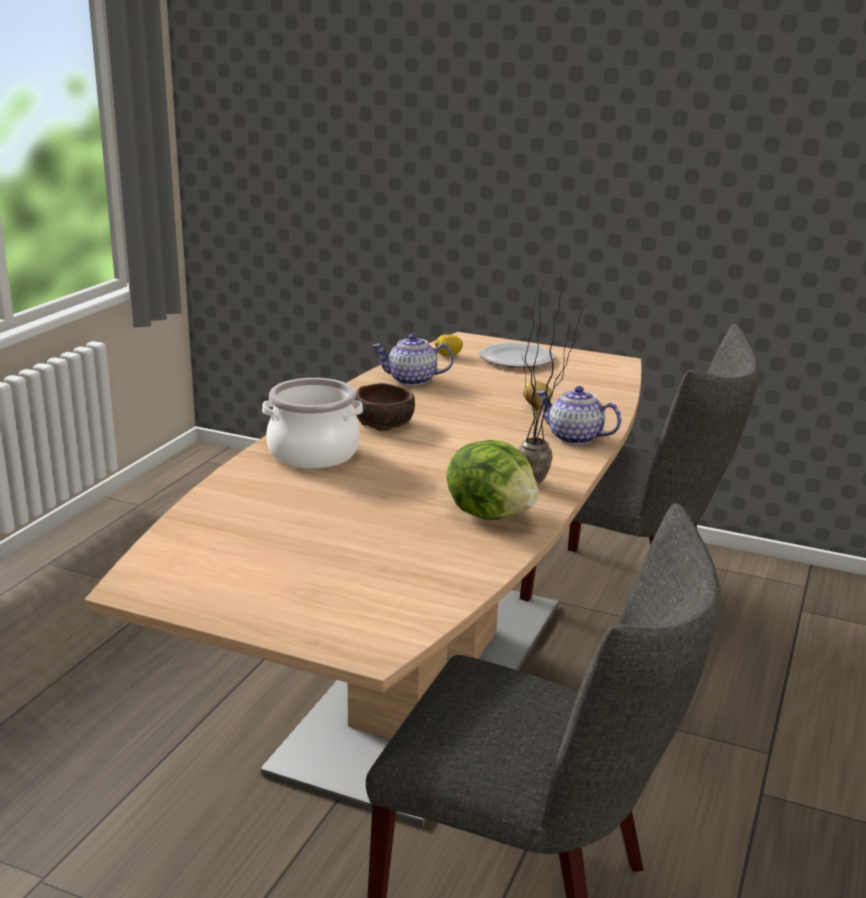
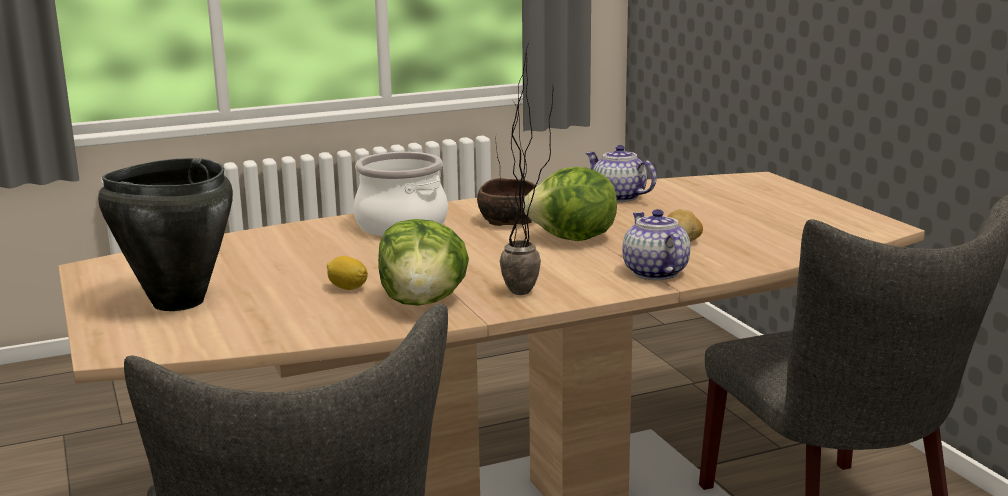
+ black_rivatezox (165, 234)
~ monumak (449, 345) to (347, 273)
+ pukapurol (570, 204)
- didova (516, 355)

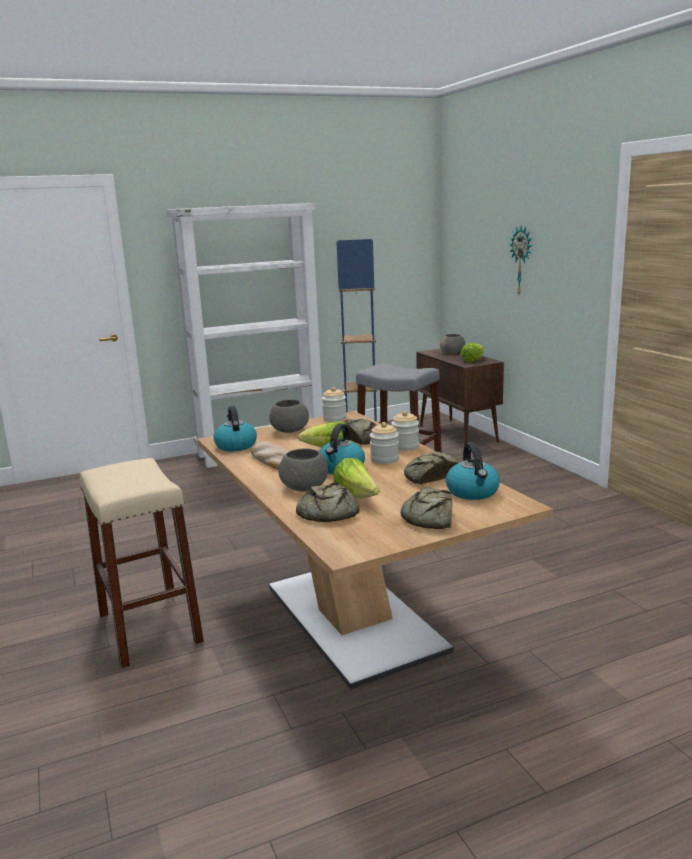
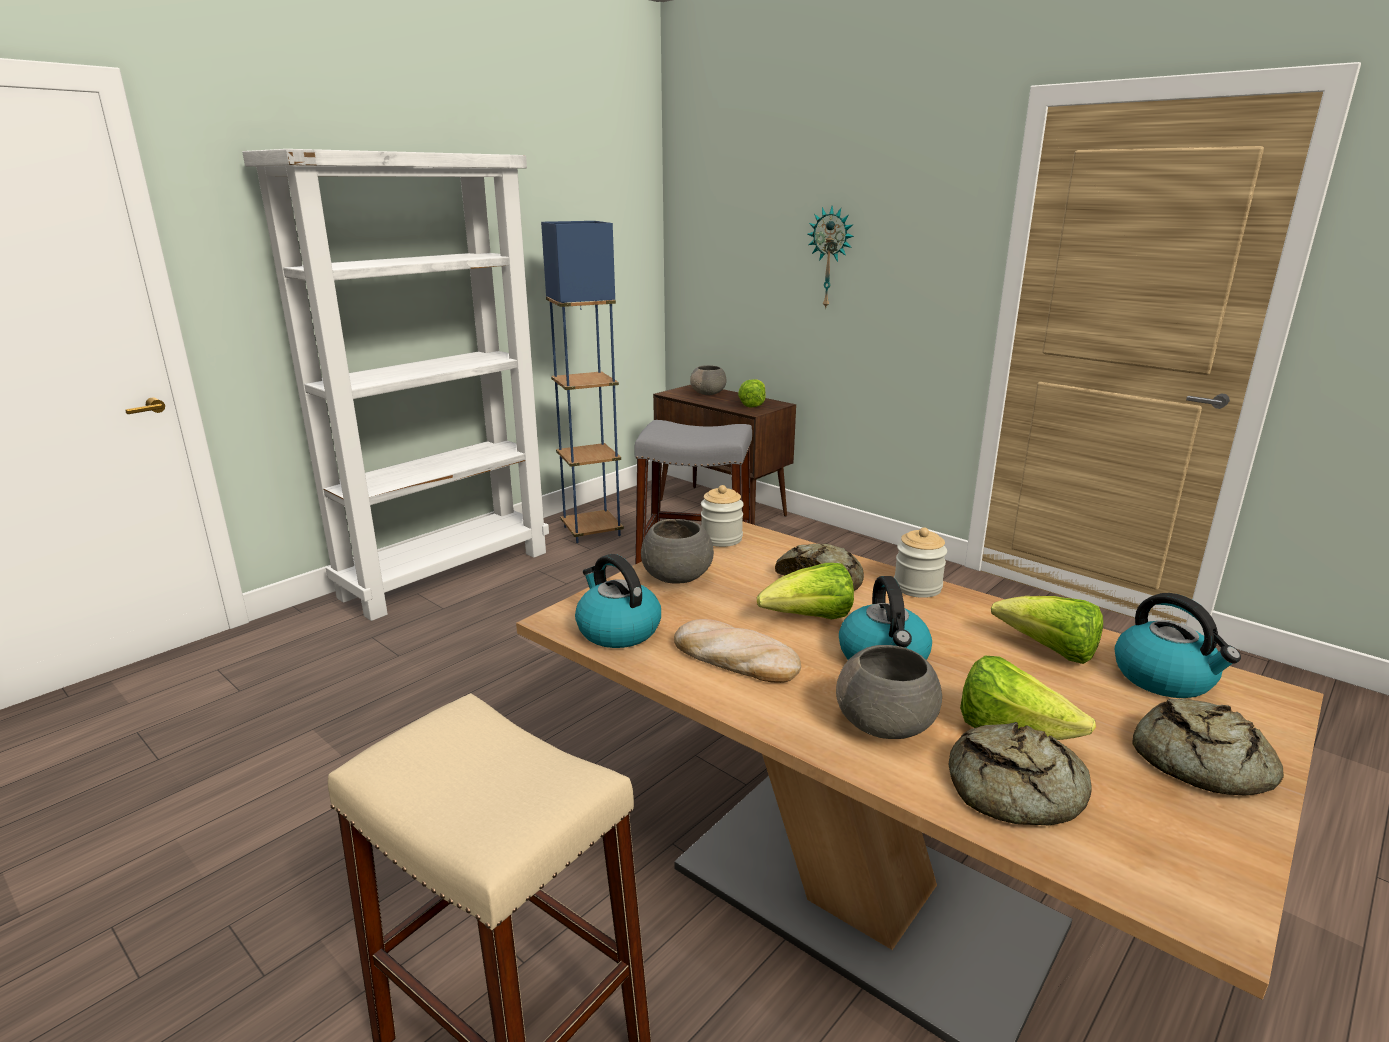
~ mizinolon (431, 468) to pukapurol (1047, 630)
- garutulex (384, 443)

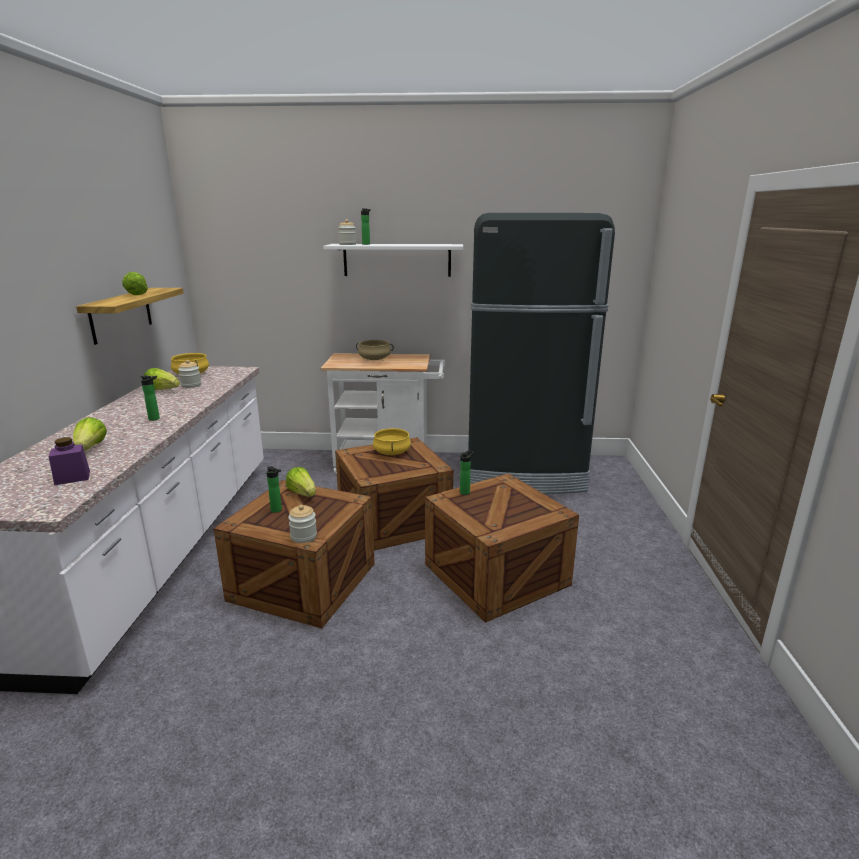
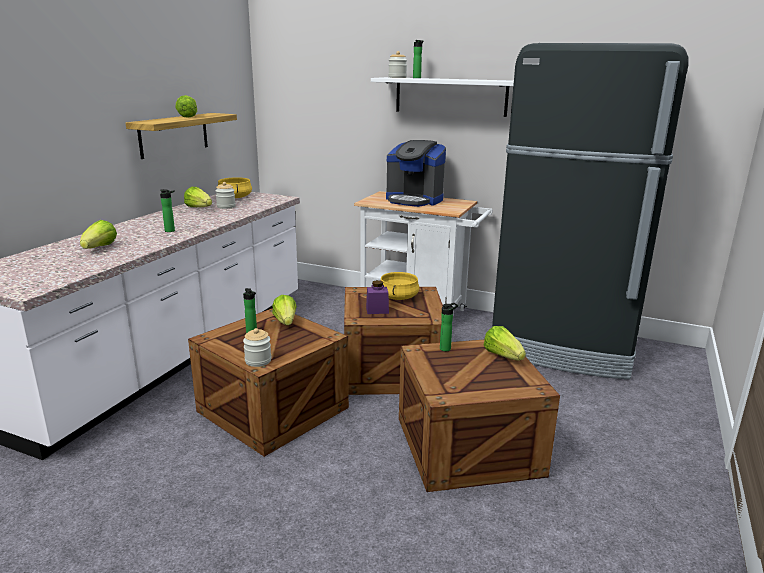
~ purple_garutulex (69, 461) to (377, 297)
~ beige_rivatezox (375, 350) to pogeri (416, 173)
+ pukapurol (505, 343)

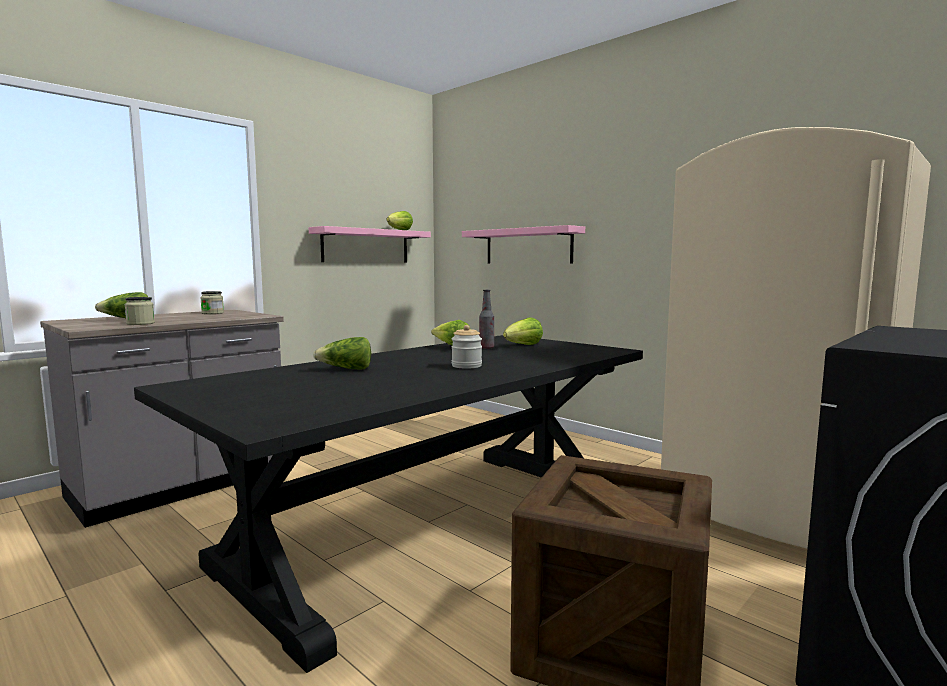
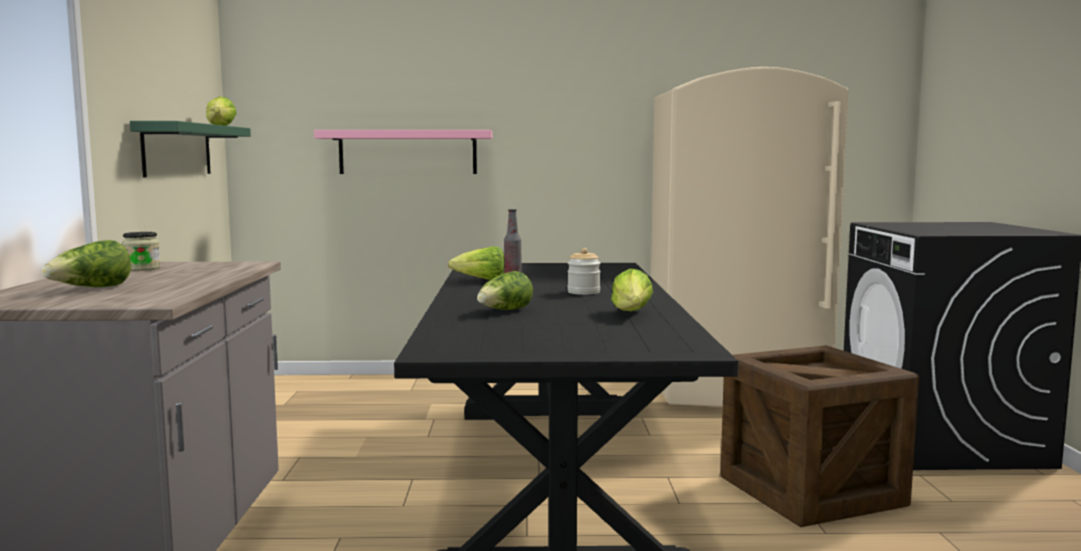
~ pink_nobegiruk (370, 244) to green_nobegiruk (190, 149)
~ pukapurol (523, 331) to (632, 289)
- garutulex (140, 311)

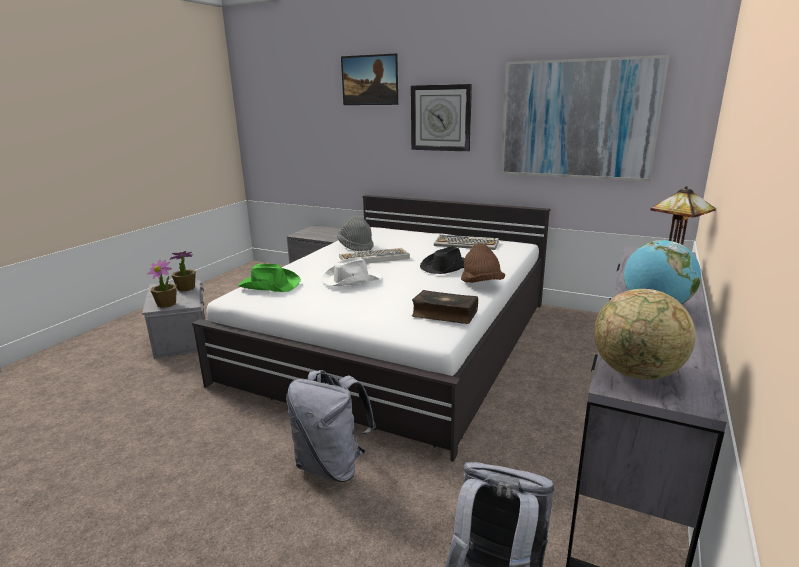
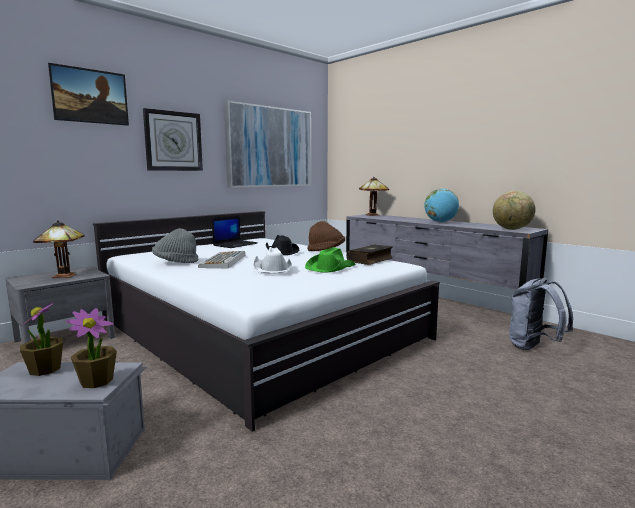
+ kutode (59, 249)
~ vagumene (466, 242) to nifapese (235, 231)
~ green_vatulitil (269, 278) to (330, 260)
- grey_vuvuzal (331, 426)

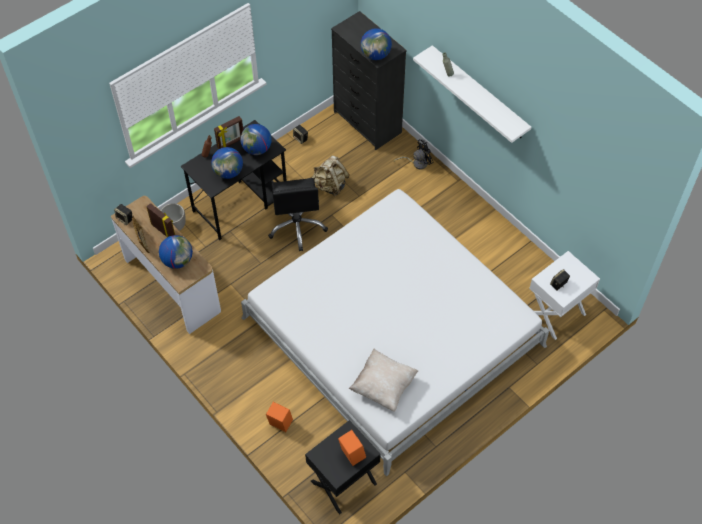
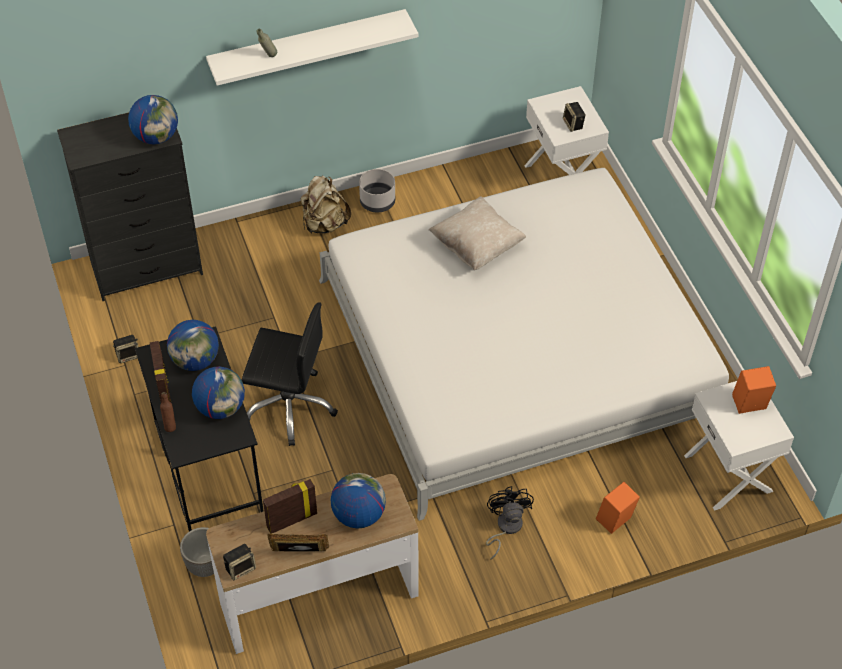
~ beige_vuvuzal (331, 176) to (326, 204)
+ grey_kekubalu (377, 190)
~ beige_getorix (383, 380) to (477, 233)
~ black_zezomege (414, 155) to (510, 523)
~ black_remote (343, 467) to white_remote (739, 446)

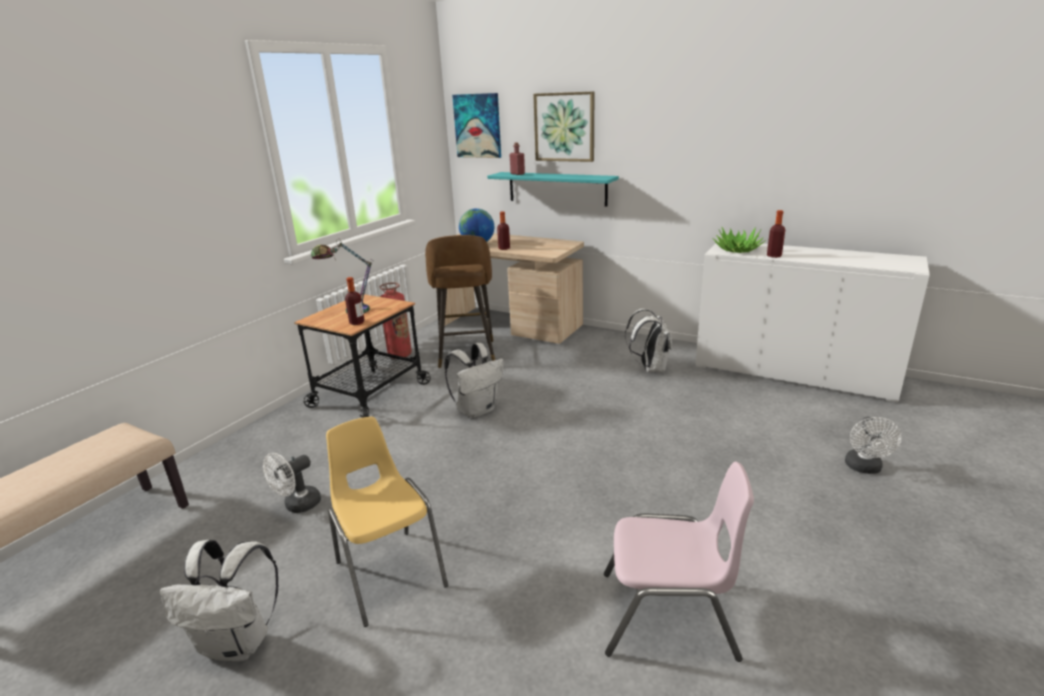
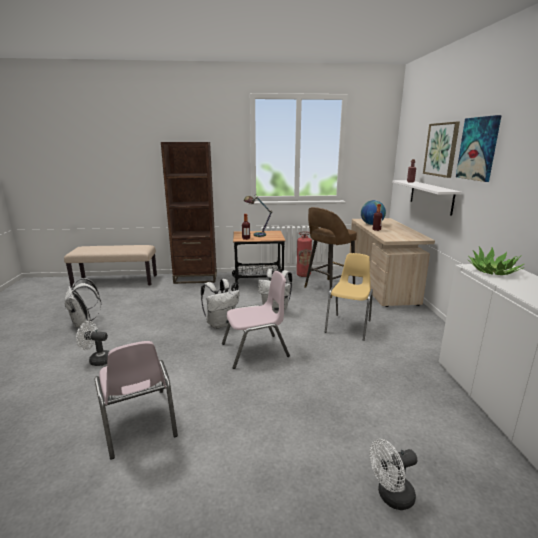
~ white_zezomege (292, 483) to (92, 343)
+ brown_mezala (189, 213)
~ white_vuvuzal (648, 341) to (220, 304)
+ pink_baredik (256, 320)
~ yellow_baredik (387, 521) to (349, 297)
~ turquoise_nobegiruk (553, 189) to white_nobegiruk (426, 198)
~ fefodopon (476, 125) to (479, 148)
- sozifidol (776, 234)

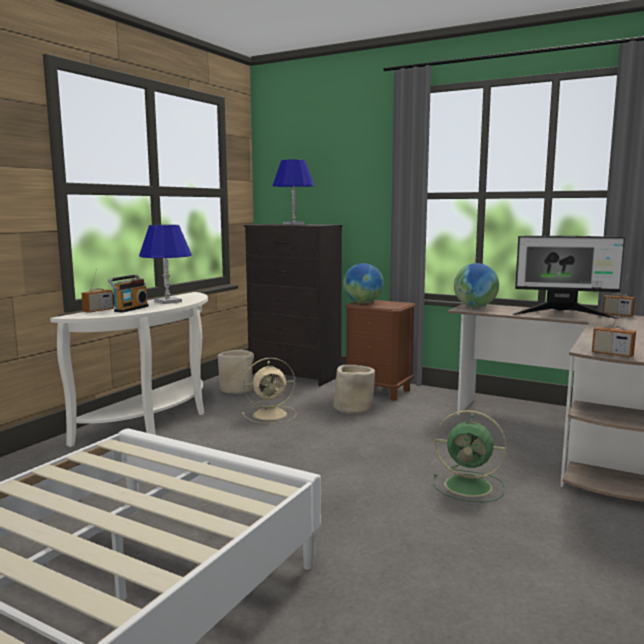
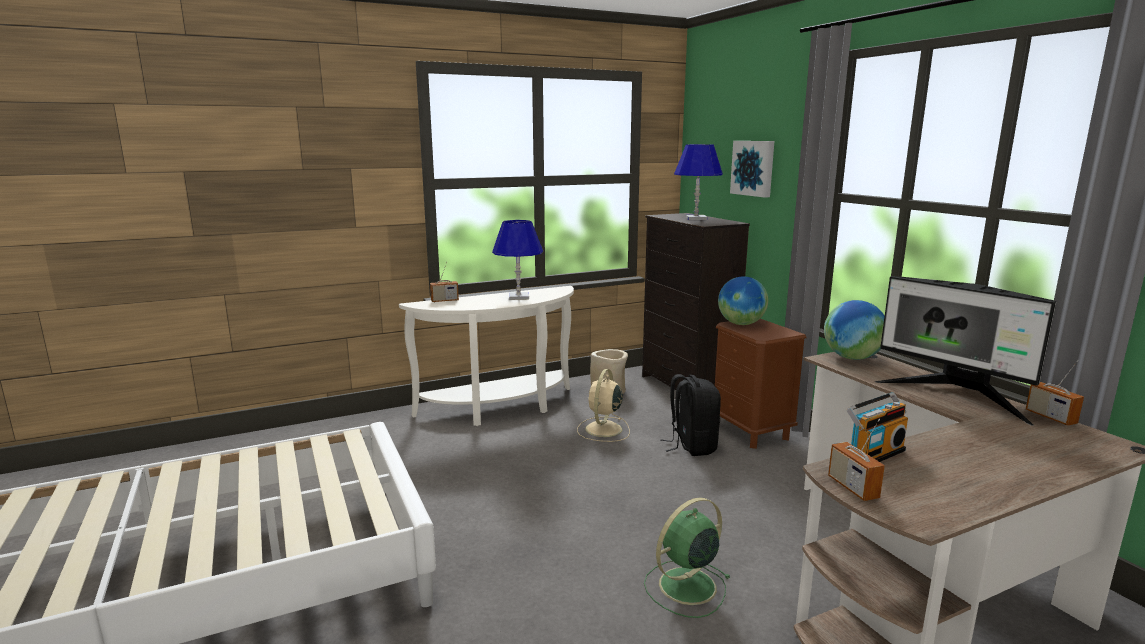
~ beige_zezomege (269, 390) = (603, 405) 90 degrees clockwise
~ green_zezomege (470, 456) = (687, 557) 90 degrees clockwise
~ beige_kekubalu (354, 389) to black_vuvuzal (690, 415)
+ fefodopon (752, 169)
~ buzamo (128, 293) to (877, 427)

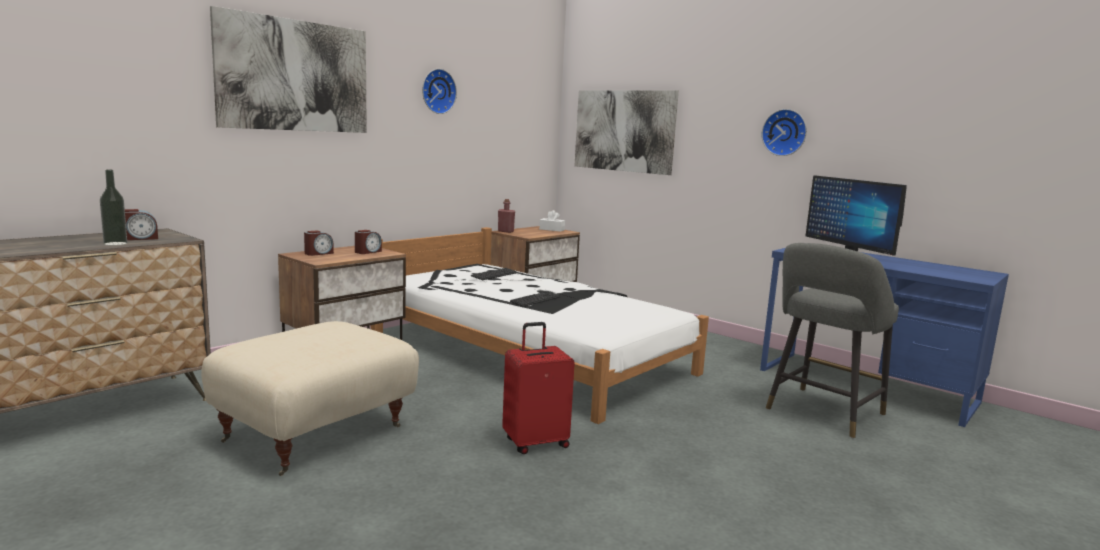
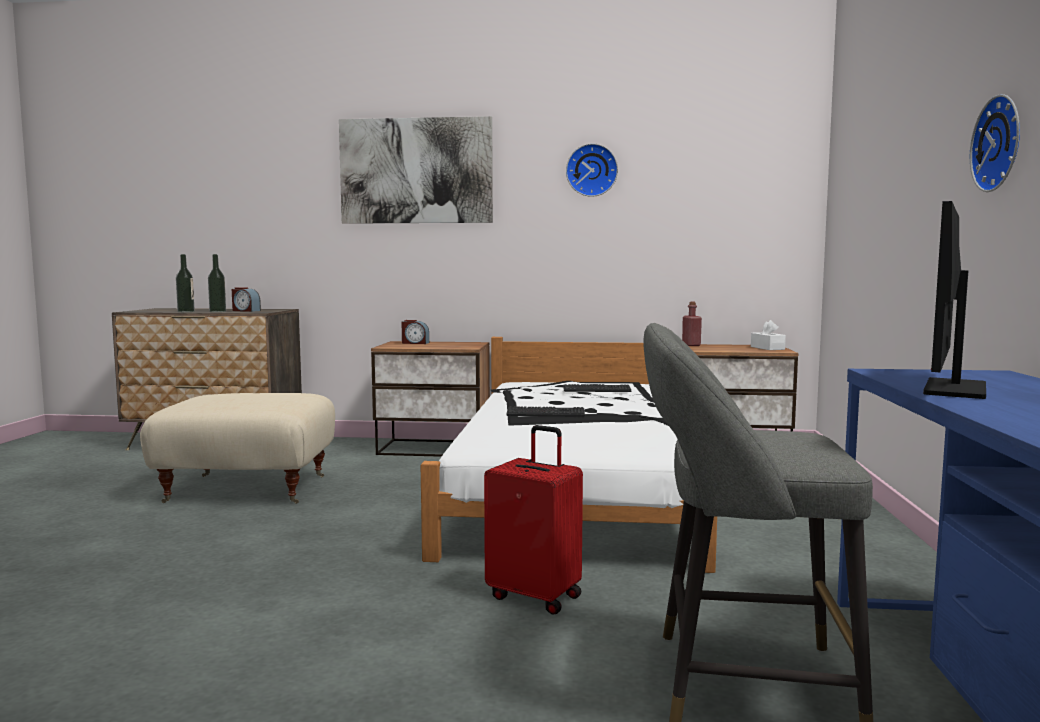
+ sozifidol (185, 283)
~ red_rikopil (538, 388) to (533, 520)
- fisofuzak (368, 242)
- fefodopon (627, 132)

